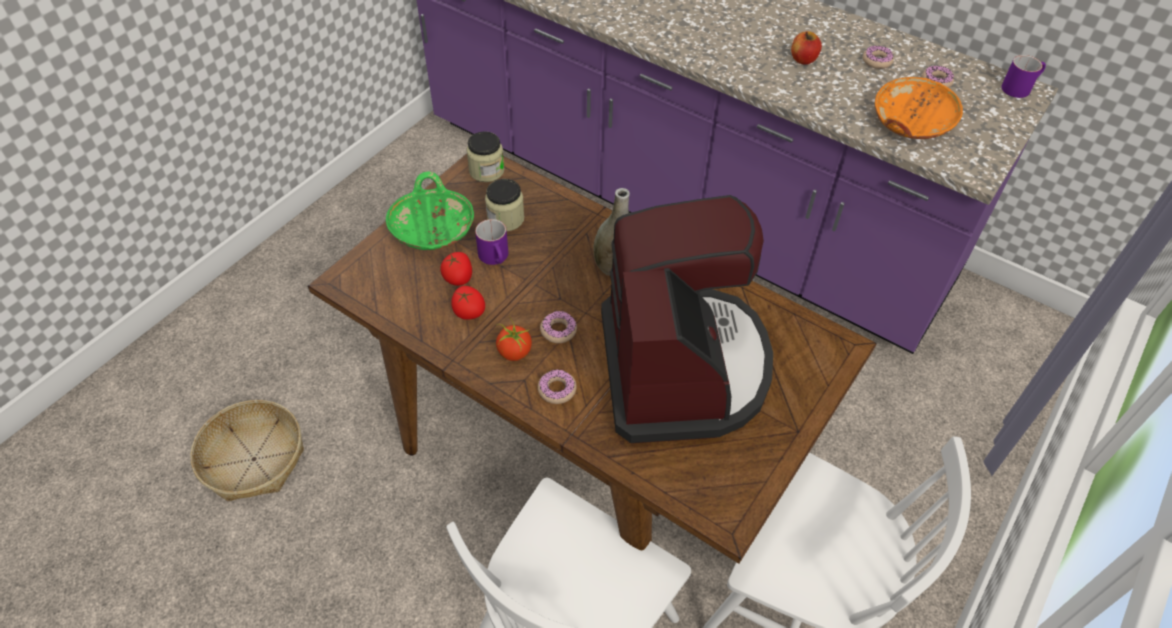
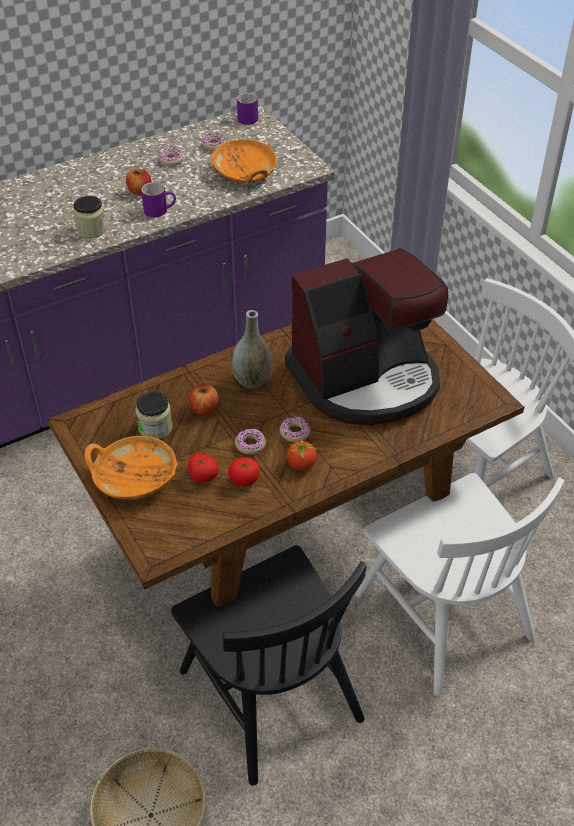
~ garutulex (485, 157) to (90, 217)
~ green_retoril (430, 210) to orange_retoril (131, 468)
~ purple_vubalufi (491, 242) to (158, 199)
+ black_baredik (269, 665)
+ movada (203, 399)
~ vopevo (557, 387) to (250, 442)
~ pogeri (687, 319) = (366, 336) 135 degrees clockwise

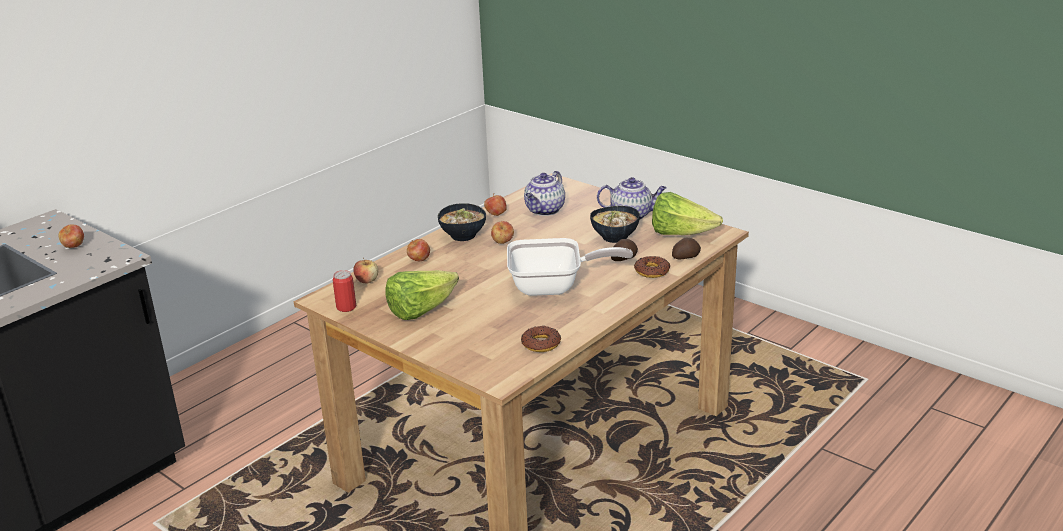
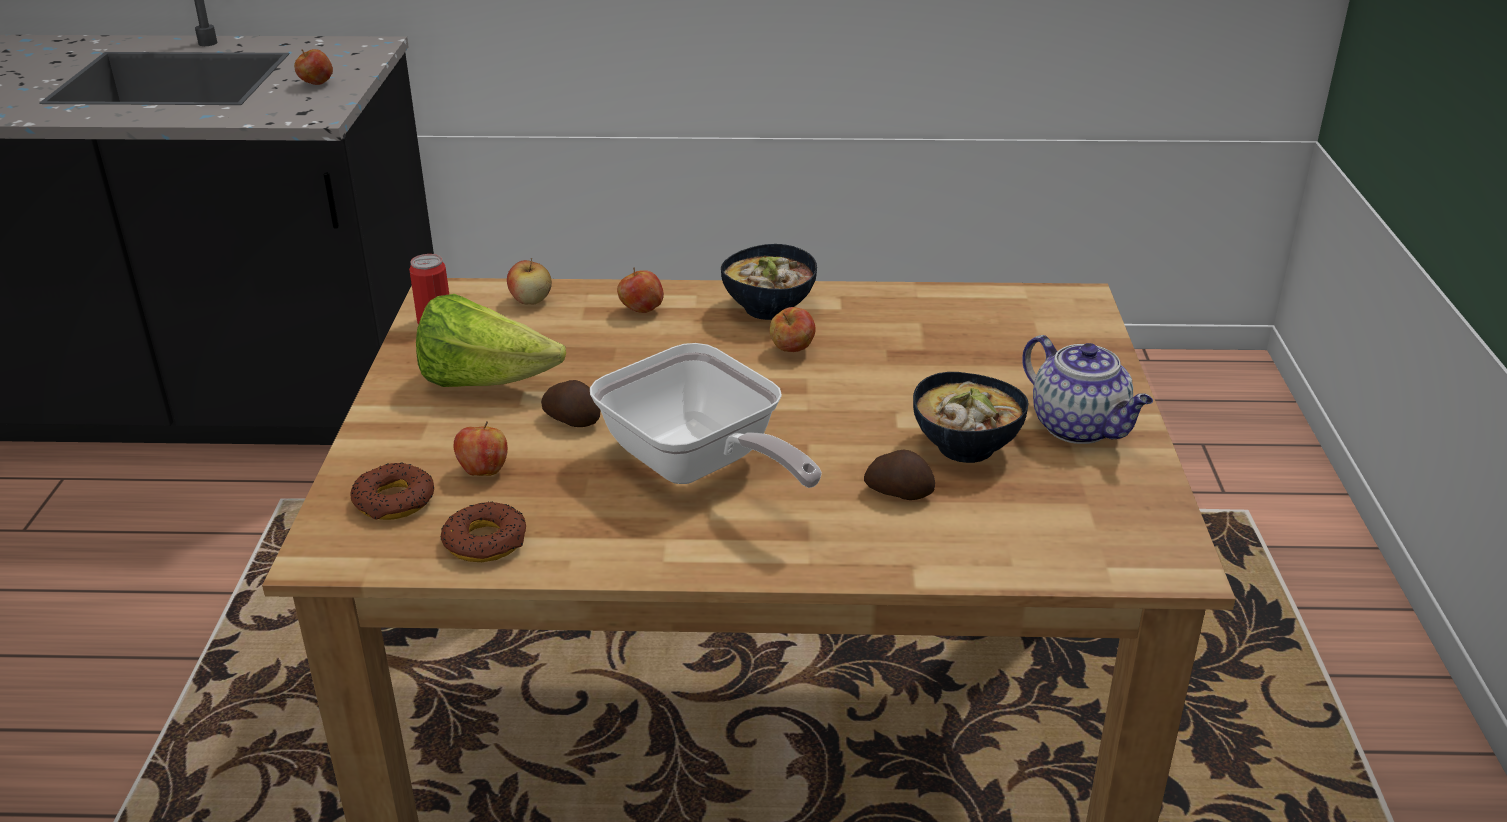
~ vopevo (652, 267) to (392, 491)
~ movada (495, 204) to (481, 448)
~ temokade (686, 248) to (570, 403)
- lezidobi (544, 193)
- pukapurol (687, 213)

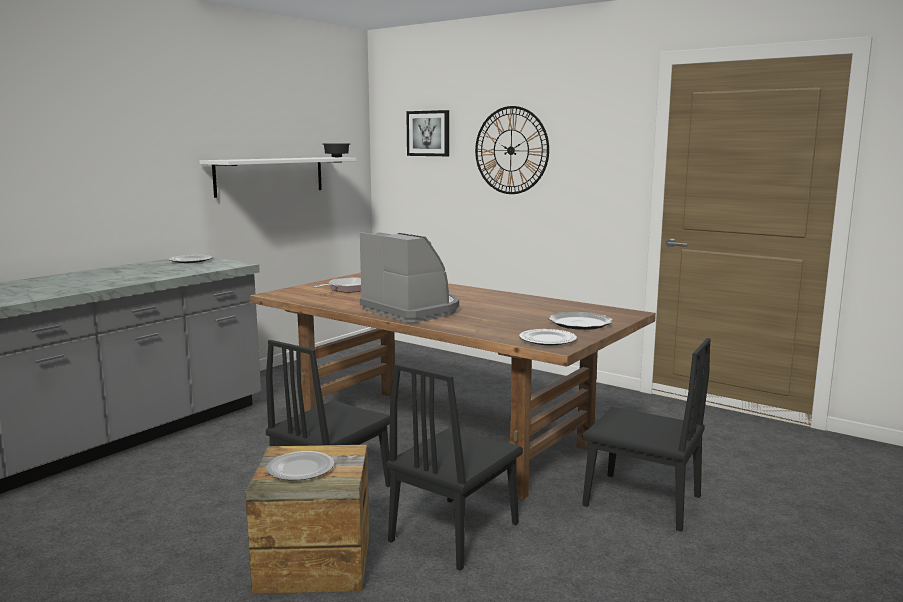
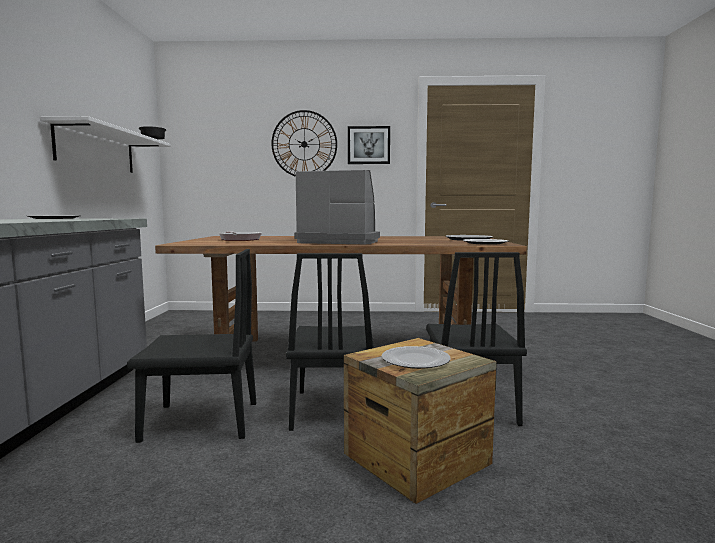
~ black_baredik (647, 435) to (191, 346)
~ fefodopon (427, 133) to (369, 145)

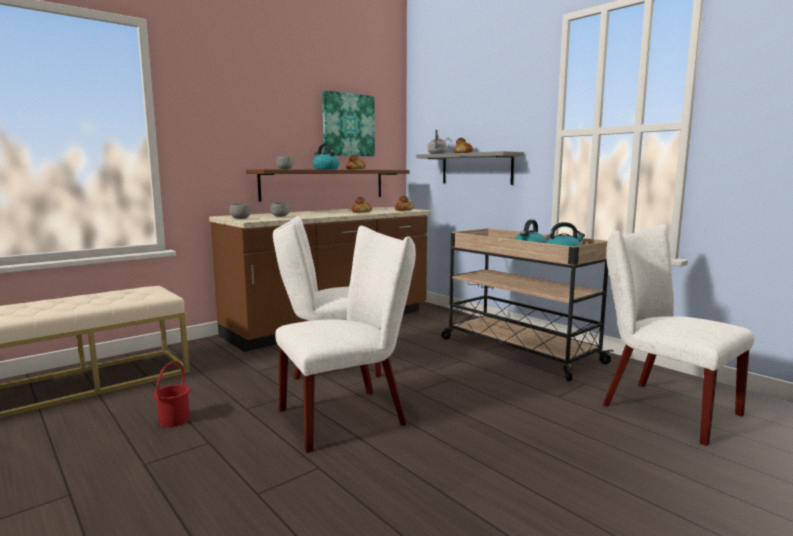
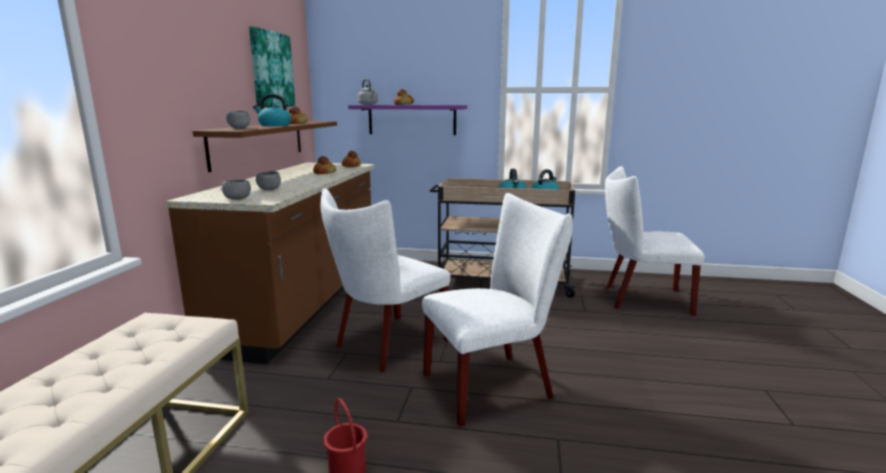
~ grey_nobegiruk (470, 168) to purple_nobegiruk (407, 120)
~ white_baredik (345, 339) = (497, 310) 45 degrees clockwise

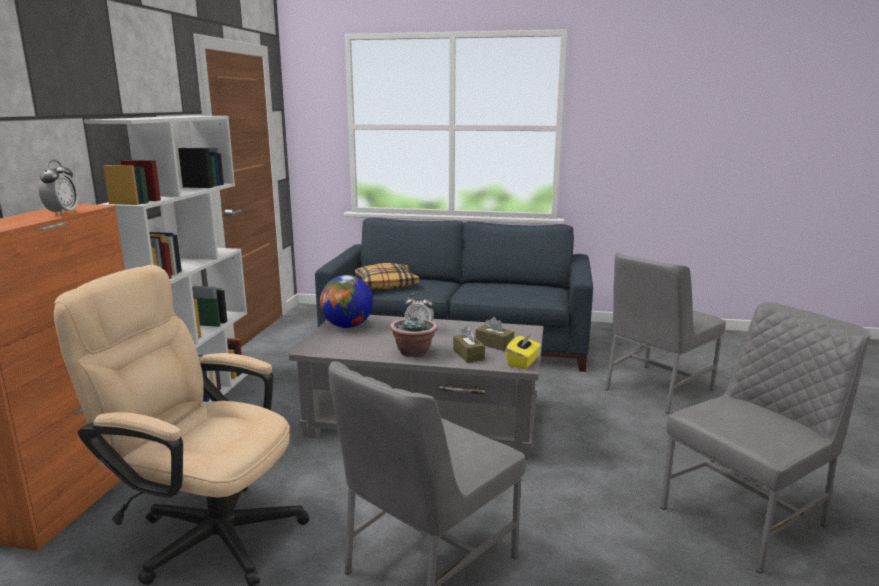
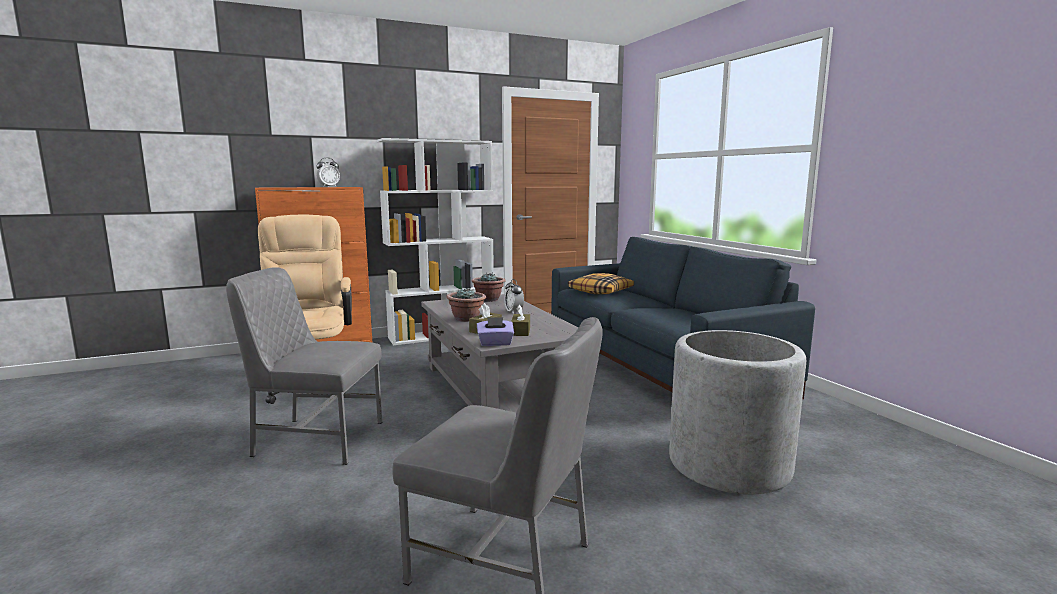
~ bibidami (346, 301) to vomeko (488, 287)
~ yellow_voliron (523, 351) to purple_voliron (495, 331)
~ grey_baredik (665, 333) to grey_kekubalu (737, 412)

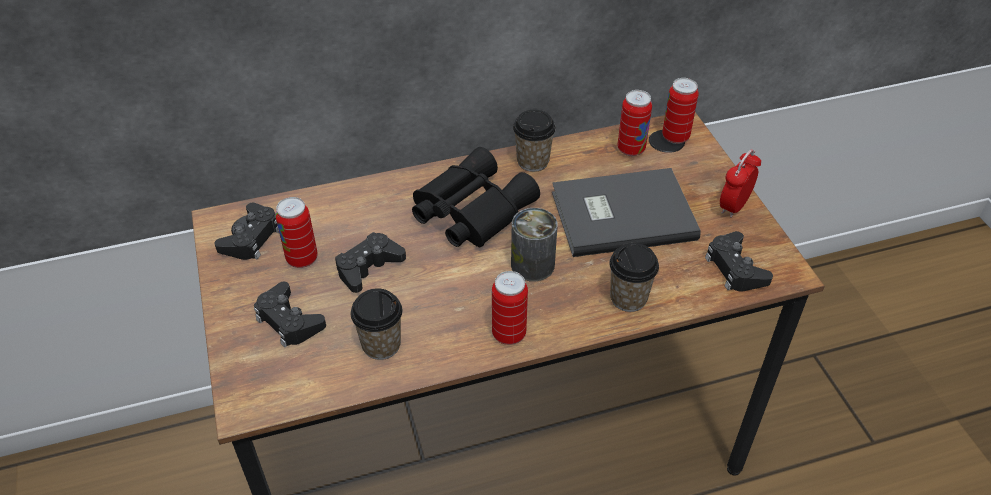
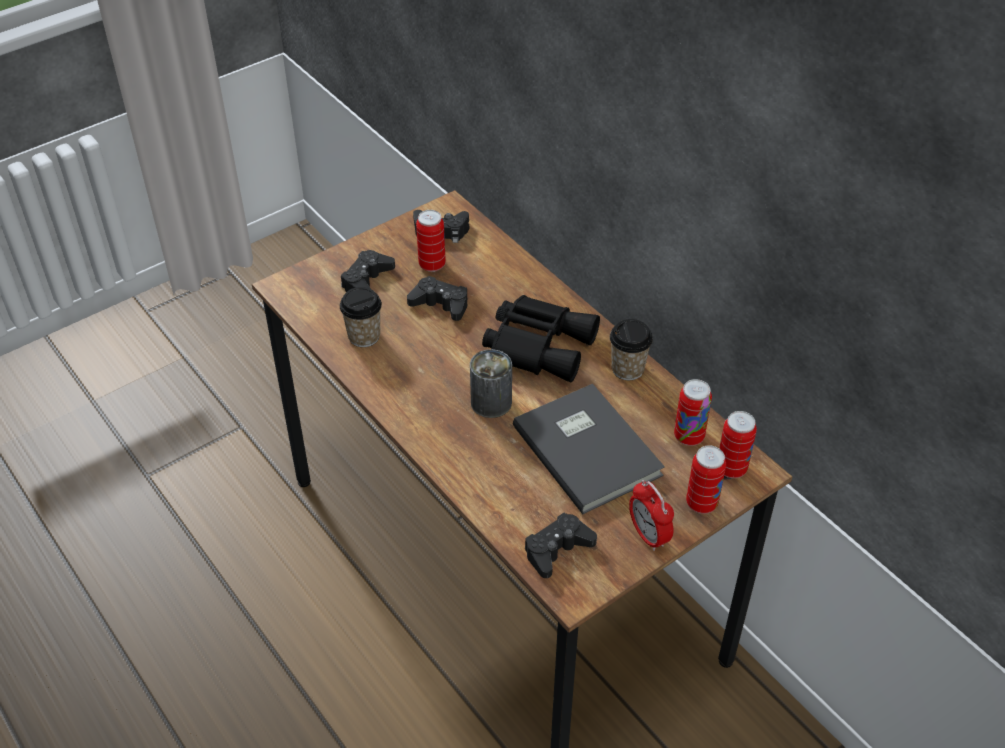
~ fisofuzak (740, 183) = (651, 515) 135 degrees counterclockwise
~ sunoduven (510, 308) to (706, 479)
- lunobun (634, 277)

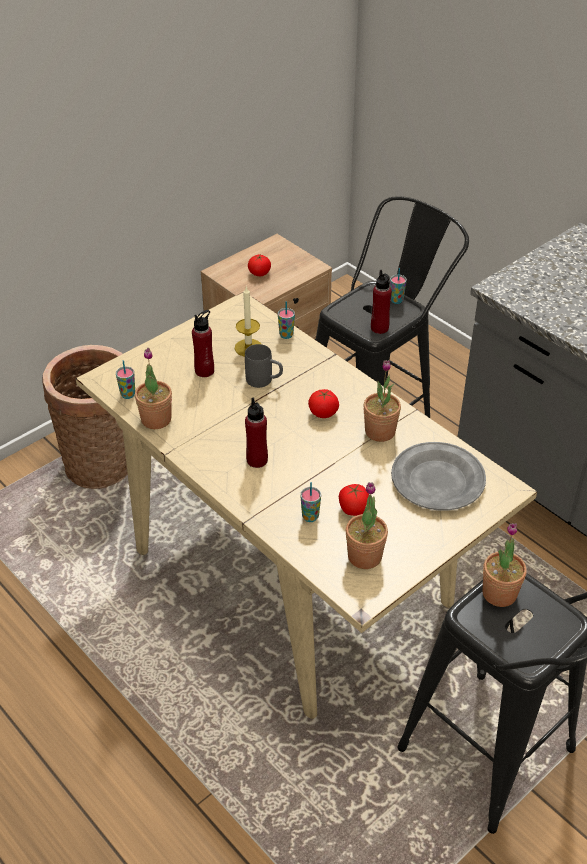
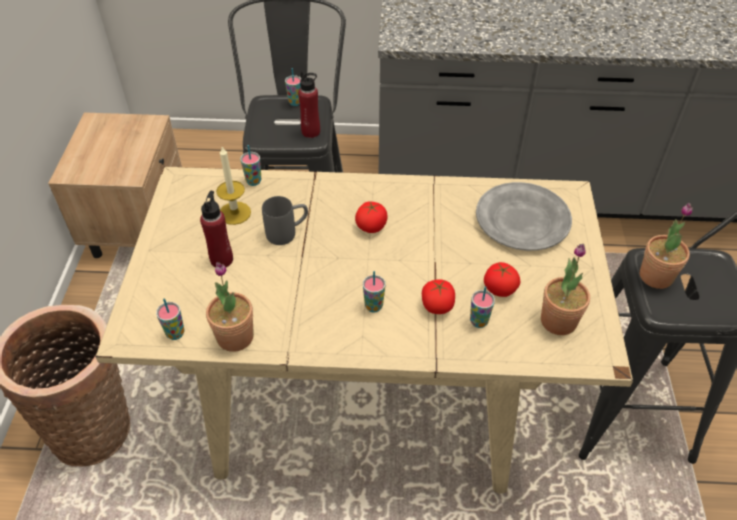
~ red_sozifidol (256, 432) to lunobun (374, 292)
~ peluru (259, 265) to (438, 296)
- vomeko (382, 401)

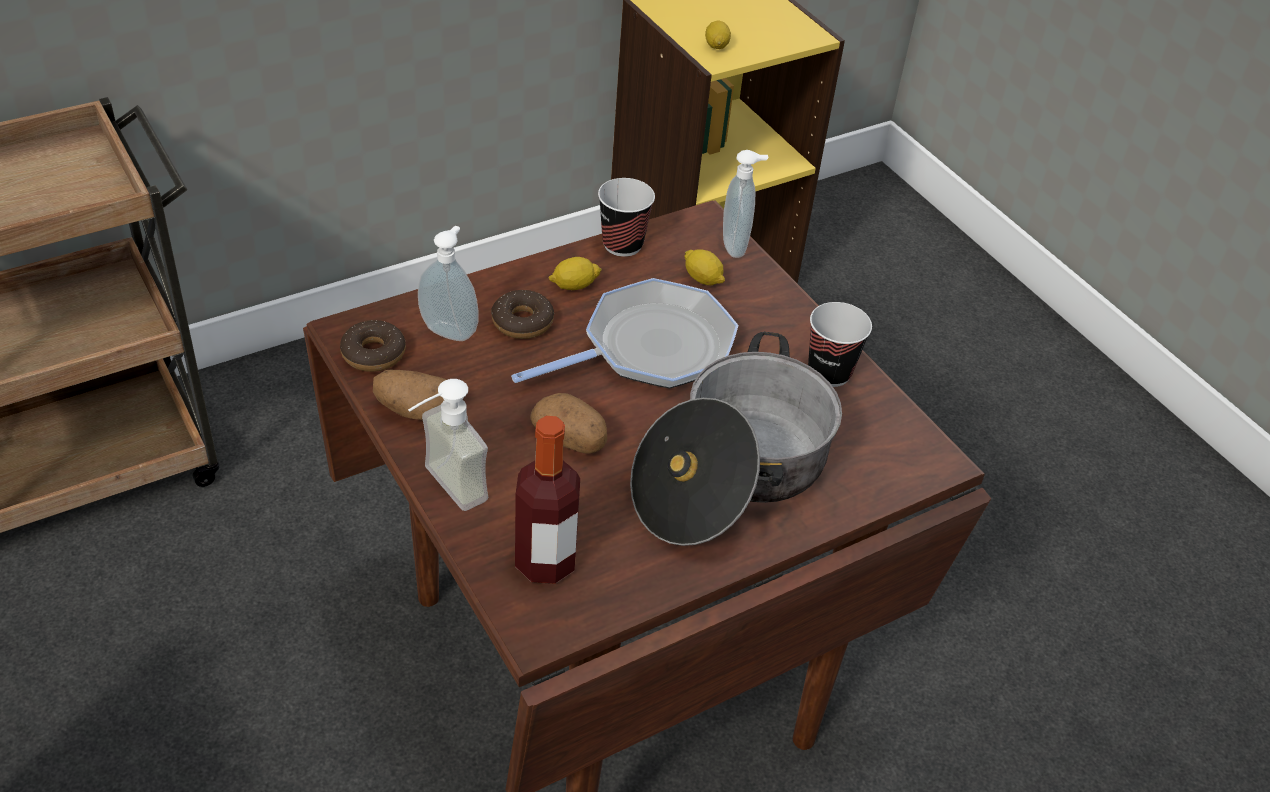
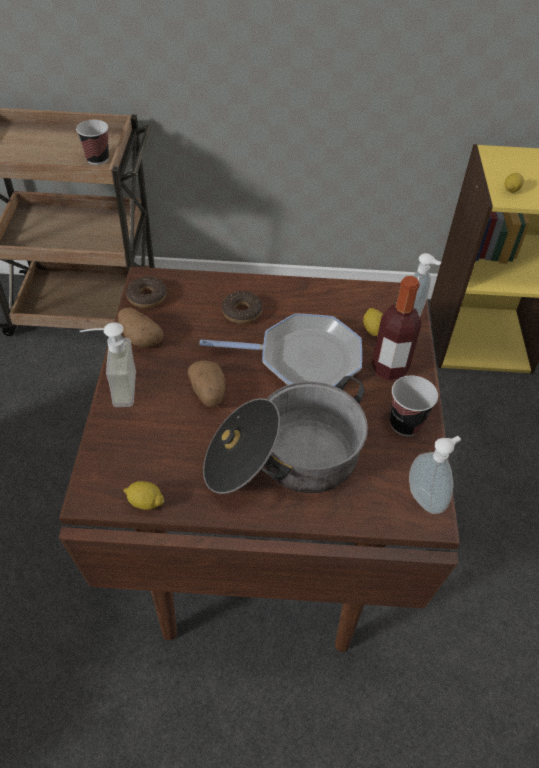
~ lunobun (626, 217) to (92, 142)
~ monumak (575, 273) to (143, 495)
~ sozifidol (547, 500) to (396, 328)
~ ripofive (448, 283) to (435, 475)

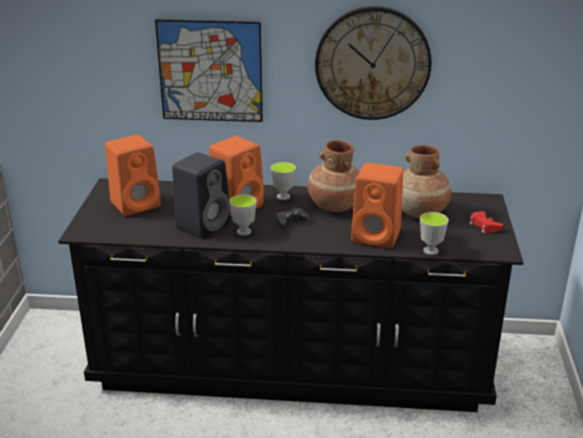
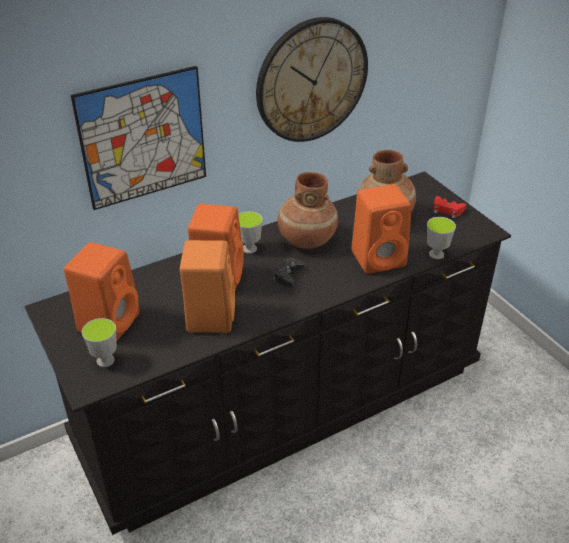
~ lunobun (243, 215) to (99, 342)
~ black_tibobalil (201, 195) to orange_tibobalil (207, 286)

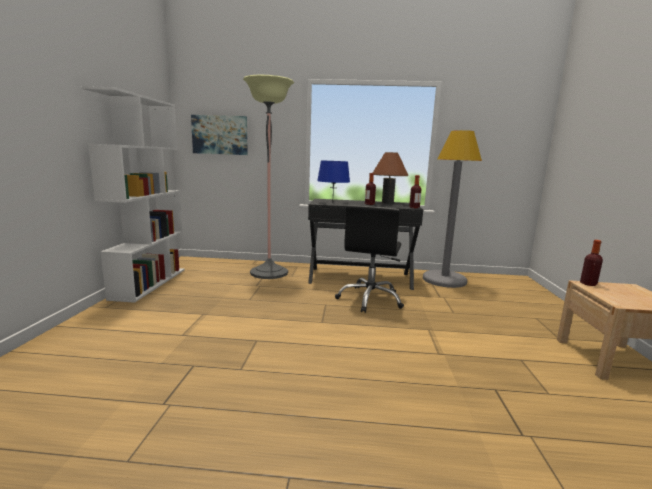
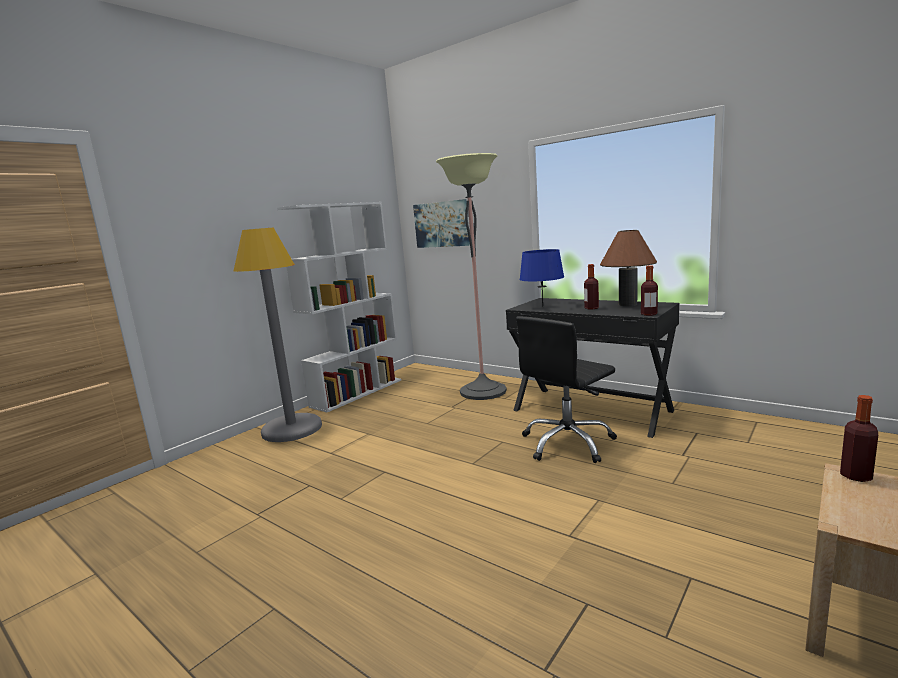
~ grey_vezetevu (452, 209) to (278, 335)

